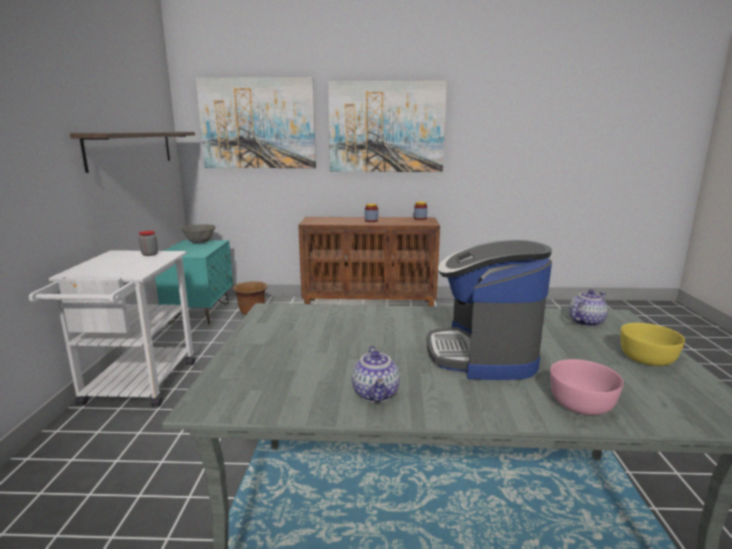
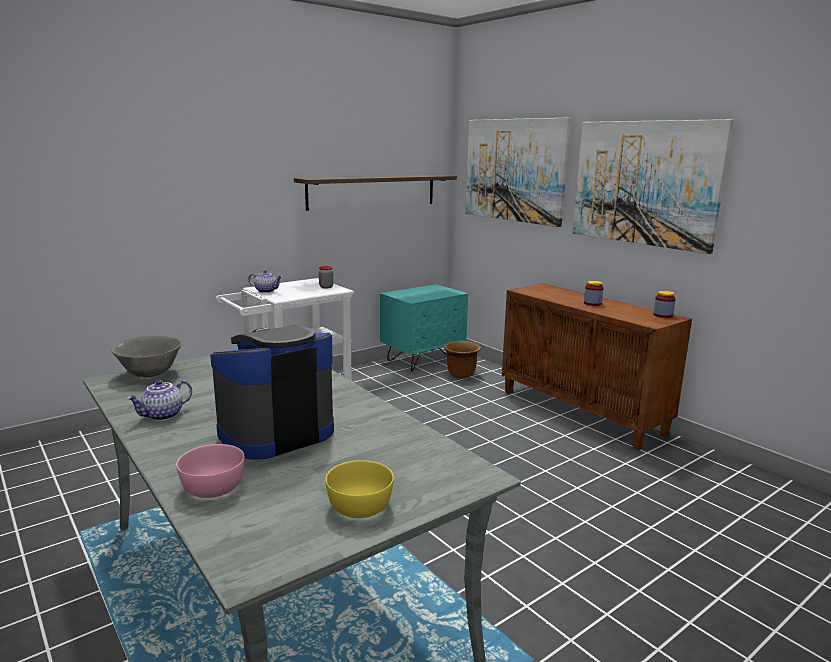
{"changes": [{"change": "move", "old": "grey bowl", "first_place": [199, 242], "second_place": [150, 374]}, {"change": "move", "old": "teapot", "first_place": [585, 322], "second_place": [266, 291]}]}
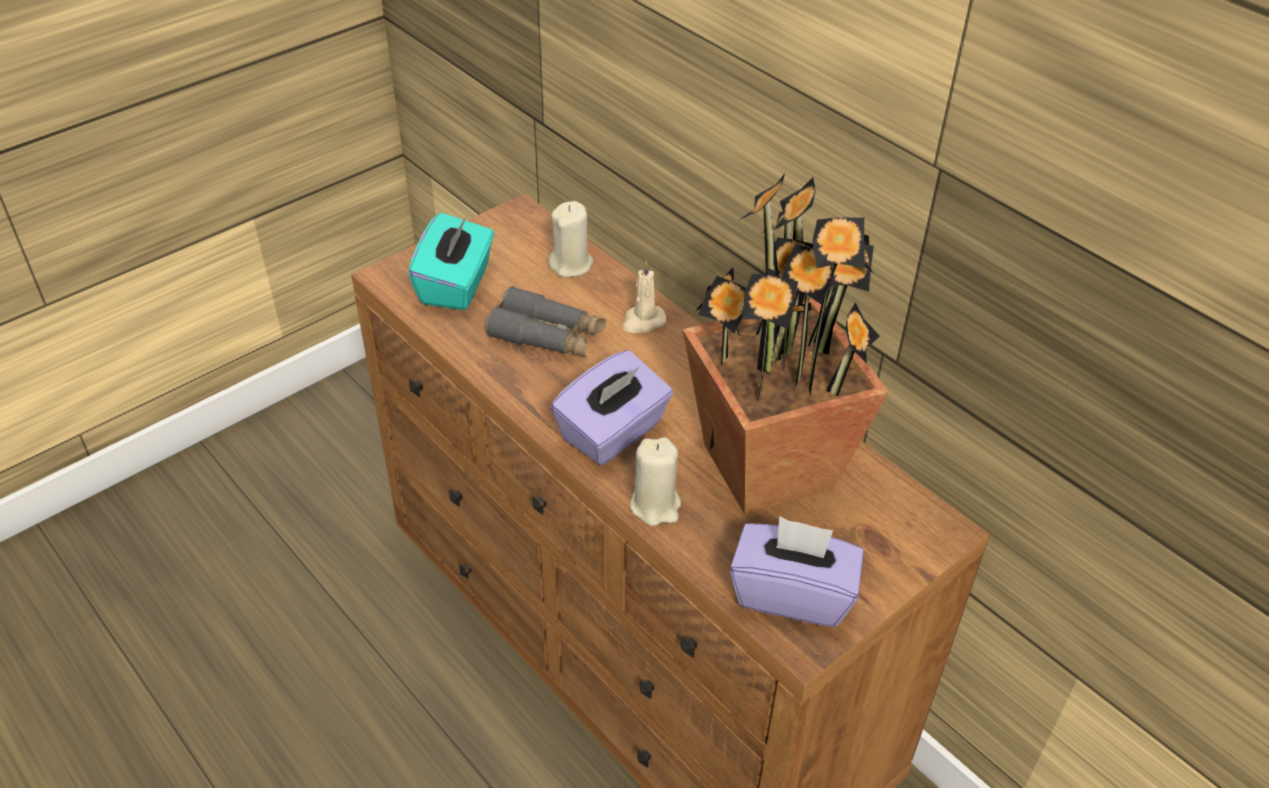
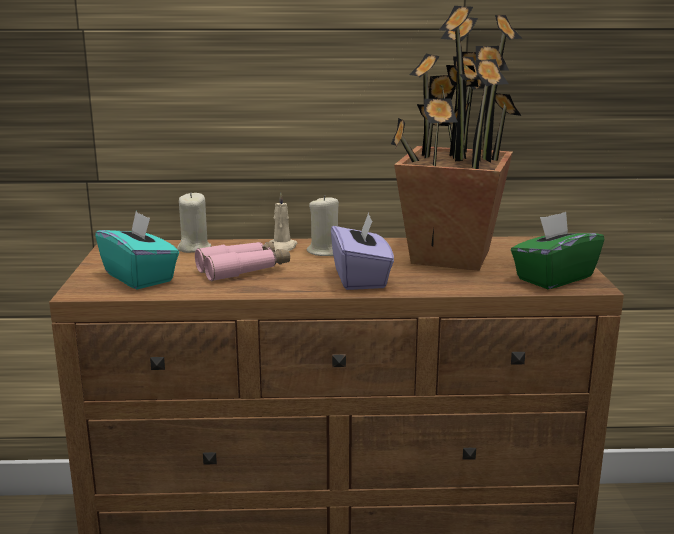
{"changes": [{"change": "recolor", "old": "grey binoculars", "new": "pink binoculars", "first_place": [547, 336], "second_place": [243, 269]}, {"change": "move", "old": "beige candle", "first_place": [655, 506], "second_place": [325, 252]}, {"change": "recolor", "old": "purple tissue box", "new": "green tissue box", "first_place": [792, 593], "second_place": [553, 278]}]}
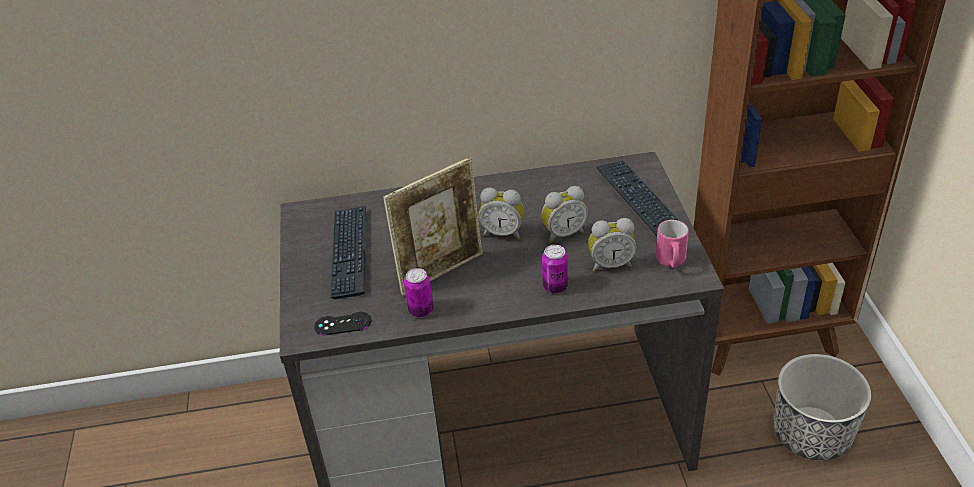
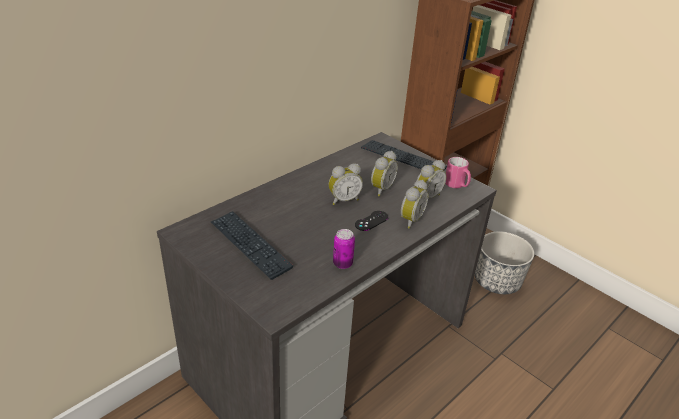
{"changes": [{"change": "move", "old": "black game controller", "first_place": [343, 324], "second_place": [371, 221]}, {"change": "replace", "old": "can", "new": "alarm clock", "first_place": [555, 287], "second_place": [410, 220]}, {"change": "delete", "old": "picture frame", "first_place": [441, 271]}]}
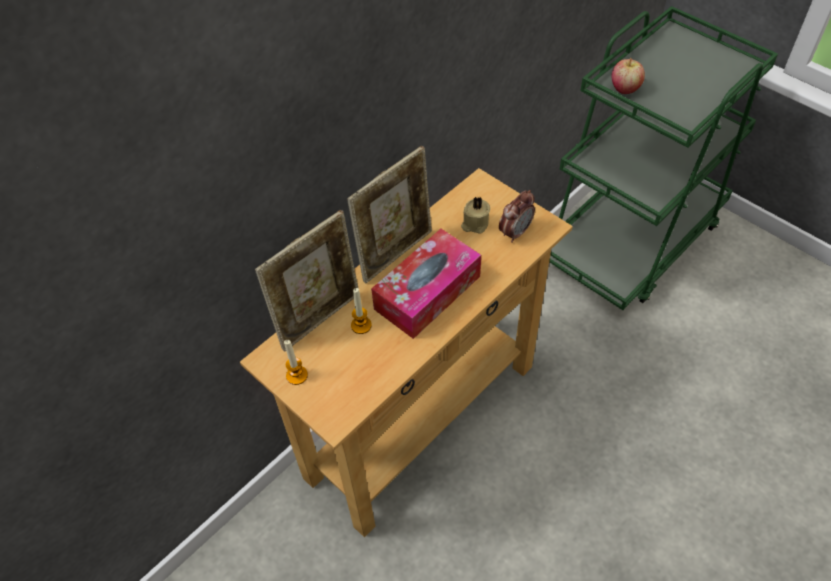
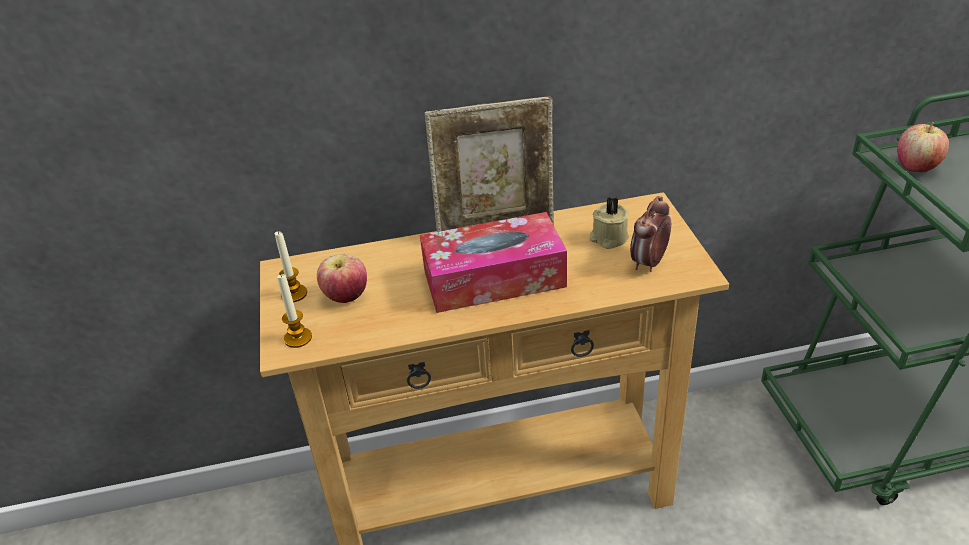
{"changes": [{"change": "move", "old": "candle", "first_place": [361, 325], "second_place": [298, 338]}, {"change": "insert", "new": "apple", "second_place": [346, 297]}, {"change": "rotate", "old": "alarm clock", "first_place": [515, 232], "second_place": [649, 263], "degrees": 135}, {"change": "delete", "old": "picture frame", "first_place": [319, 318]}]}
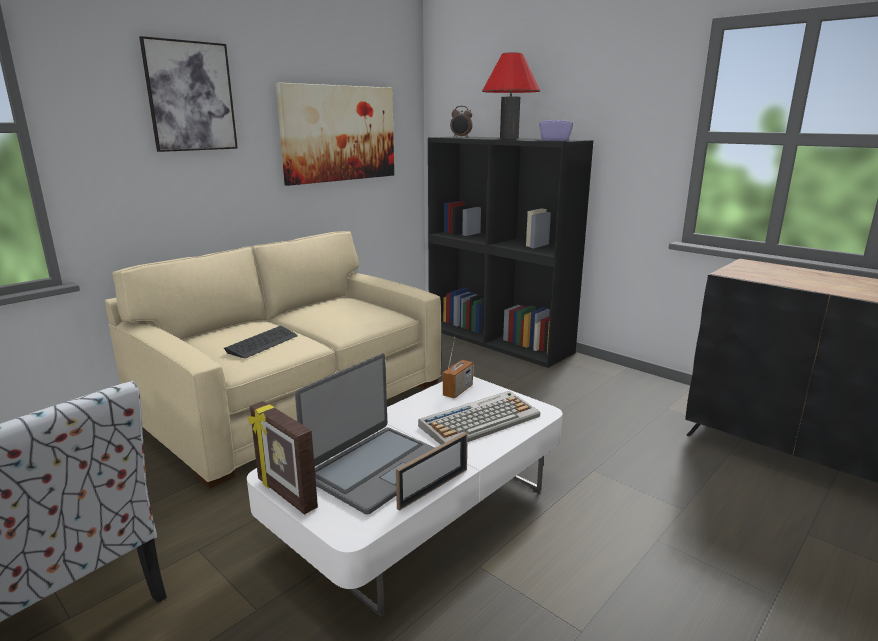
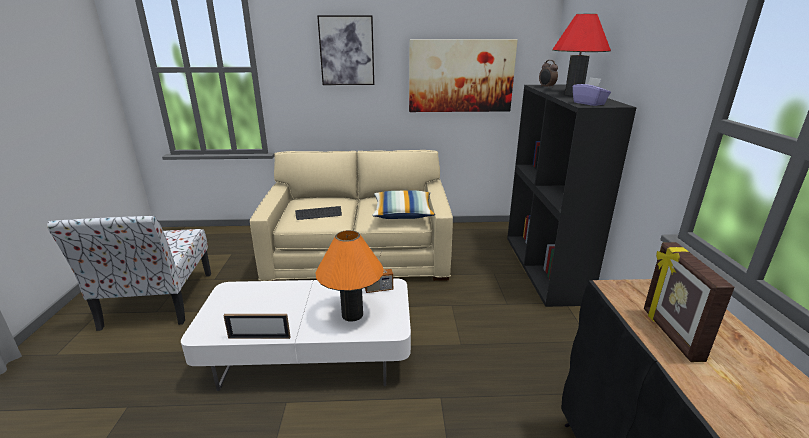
{"changes": [{"change": "replace", "old": "keyboard", "new": "orange table lamp", "first_place": [480, 420], "second_place": [352, 314]}, {"change": "insert", "new": "pillow", "second_place": [403, 213]}, {"change": "move", "old": "picture frame", "first_place": [285, 494], "second_place": [670, 334]}, {"change": "delete", "old": "laptop", "first_place": [376, 468]}]}
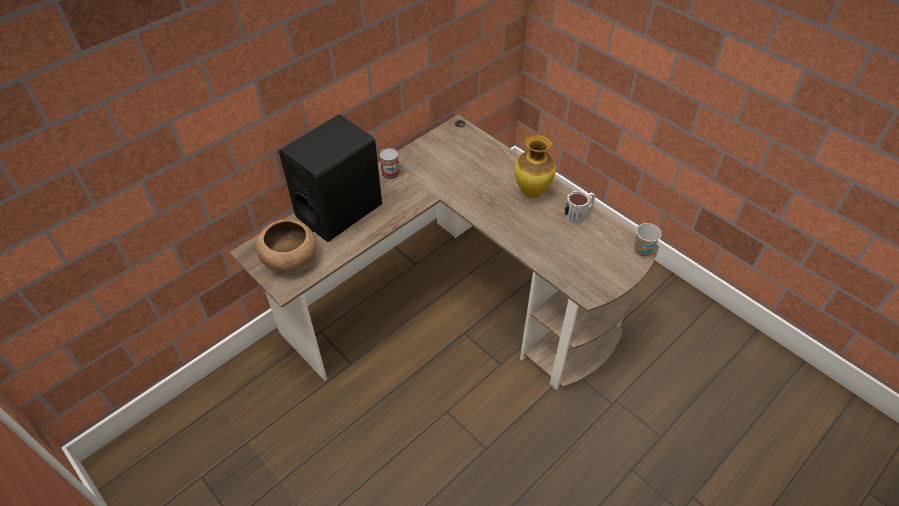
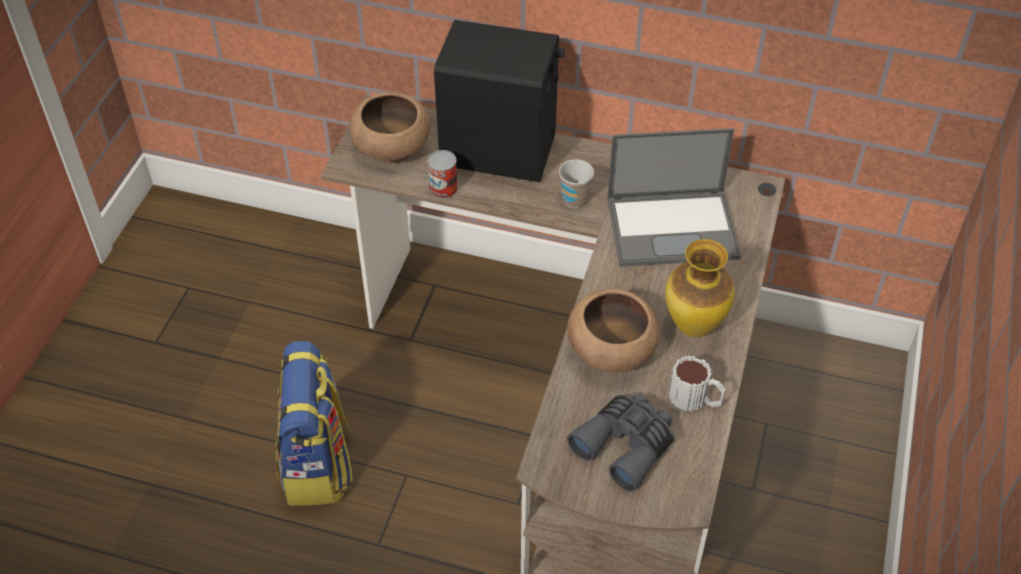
{"changes": [{"change": "insert", "new": "backpack", "second_place": [318, 465]}, {"change": "move", "old": "can", "first_place": [390, 173], "second_place": [443, 188]}, {"change": "move", "old": "cup", "first_place": [642, 250], "second_place": [574, 200]}, {"change": "insert", "new": "brown bowl", "second_place": [612, 350]}, {"change": "insert", "new": "grey binoculars", "second_place": [626, 445]}, {"change": "insert", "new": "laptop", "second_place": [674, 227]}]}
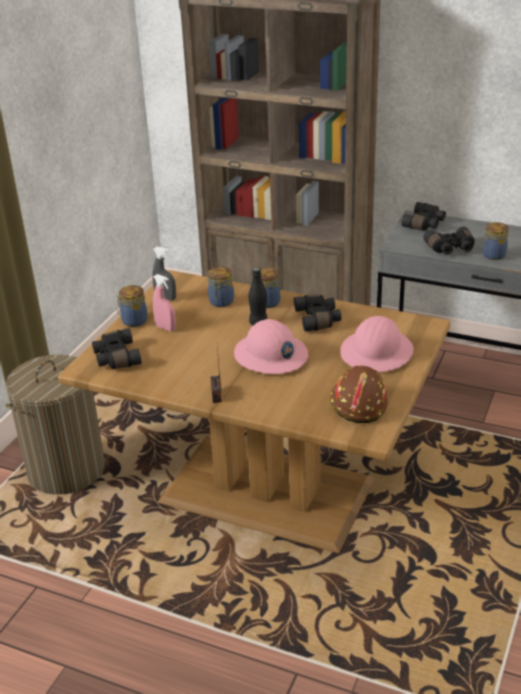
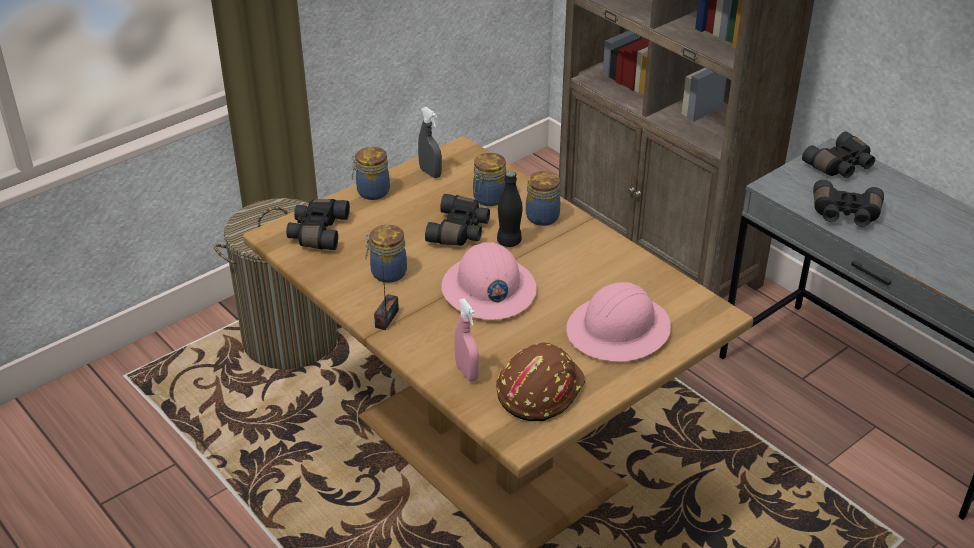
{"changes": [{"change": "move", "old": "jar", "first_place": [492, 255], "second_place": [387, 273]}, {"change": "move", "old": "black binoculars", "first_place": [318, 319], "second_place": [460, 231]}, {"change": "move", "old": "pink spray bottle", "first_place": [165, 328], "second_place": [467, 372]}]}
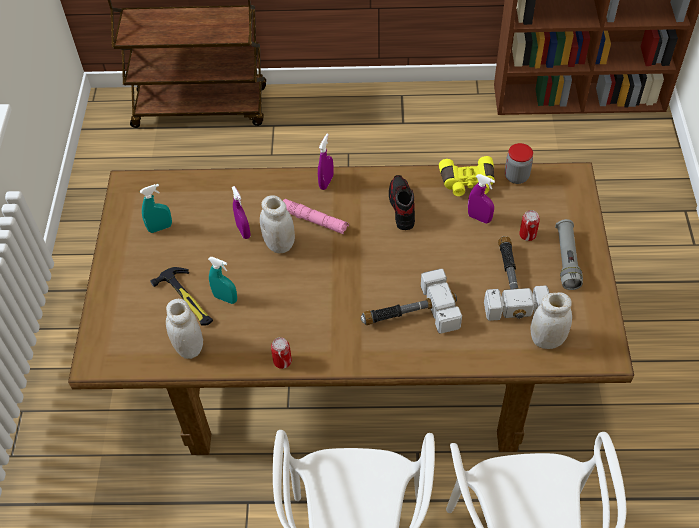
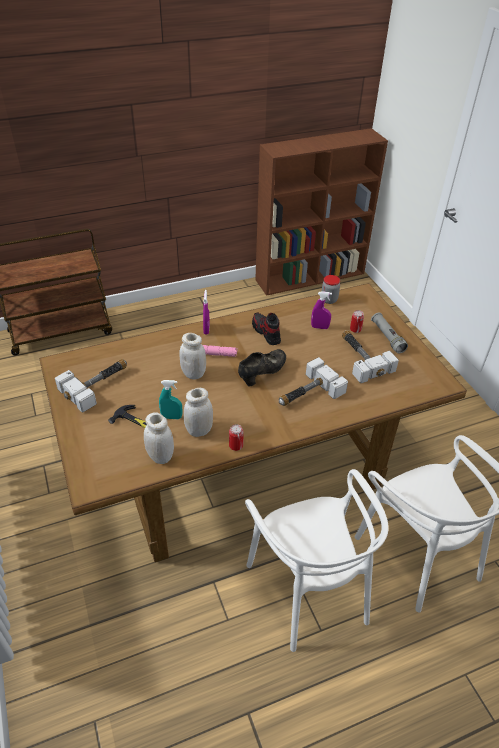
{"changes": [{"change": "replace", "old": "turquoise spray bottle", "new": "hammer", "first_place": [160, 228], "second_place": [97, 385]}, {"change": "move", "old": "white jar", "first_place": [547, 340], "second_place": [199, 430]}, {"change": "insert", "new": "black shoe", "second_place": [262, 373]}, {"change": "delete", "old": "purple spray bottle", "first_place": [243, 231]}, {"change": "delete", "old": "yellow binoculars", "first_place": [467, 183]}]}
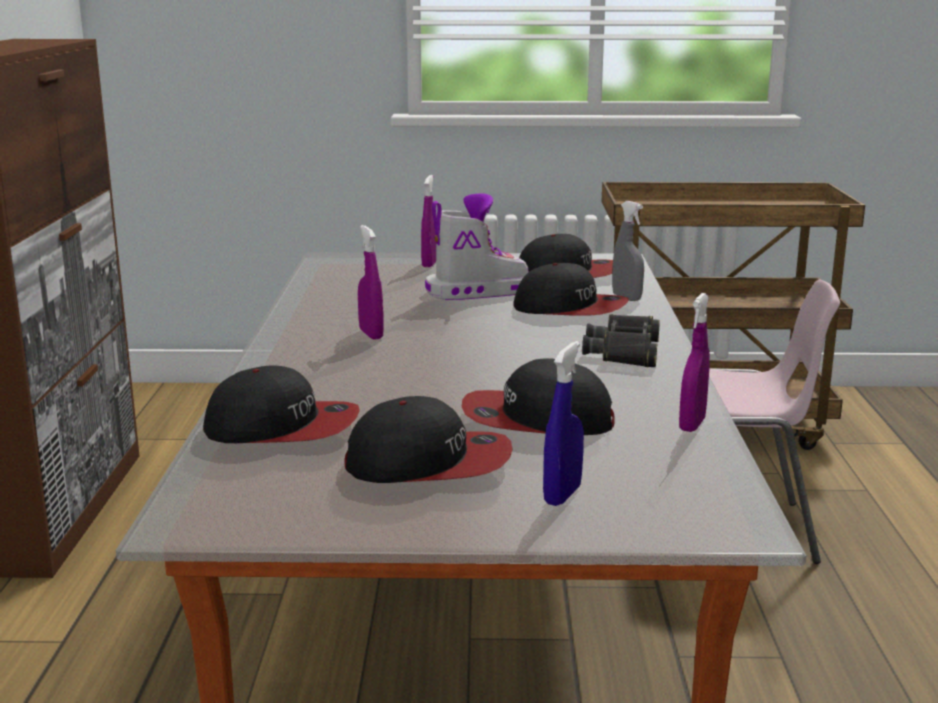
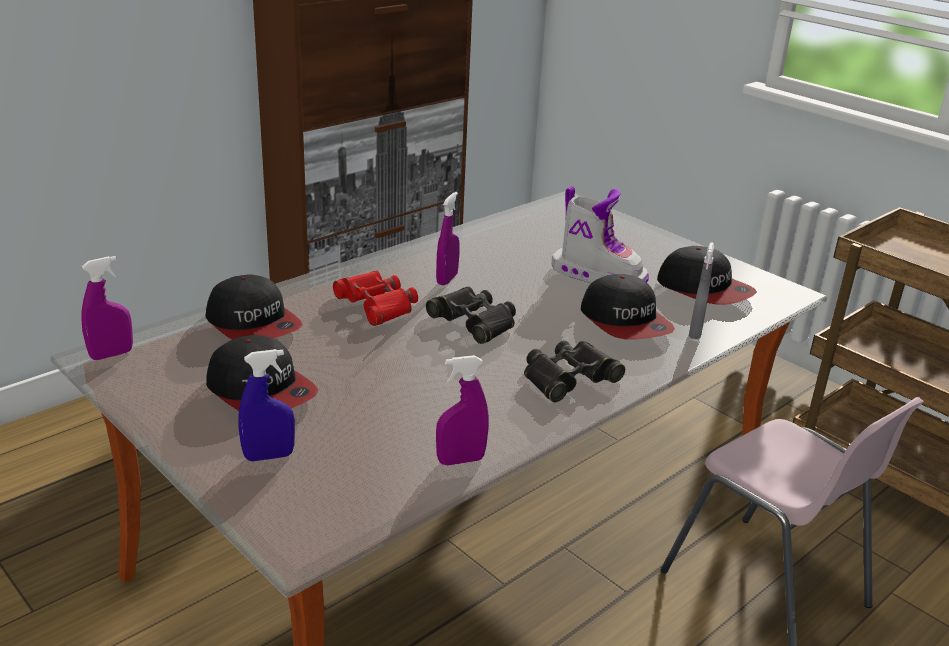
{"changes": [{"change": "move", "old": "purple spray bottle", "first_place": [429, 264], "second_place": [111, 354]}, {"change": "insert", "new": "red binoculars", "second_place": [376, 305]}, {"change": "insert", "new": "black binoculars", "second_place": [473, 322]}, {"change": "delete", "old": "cap", "first_place": [536, 419]}]}
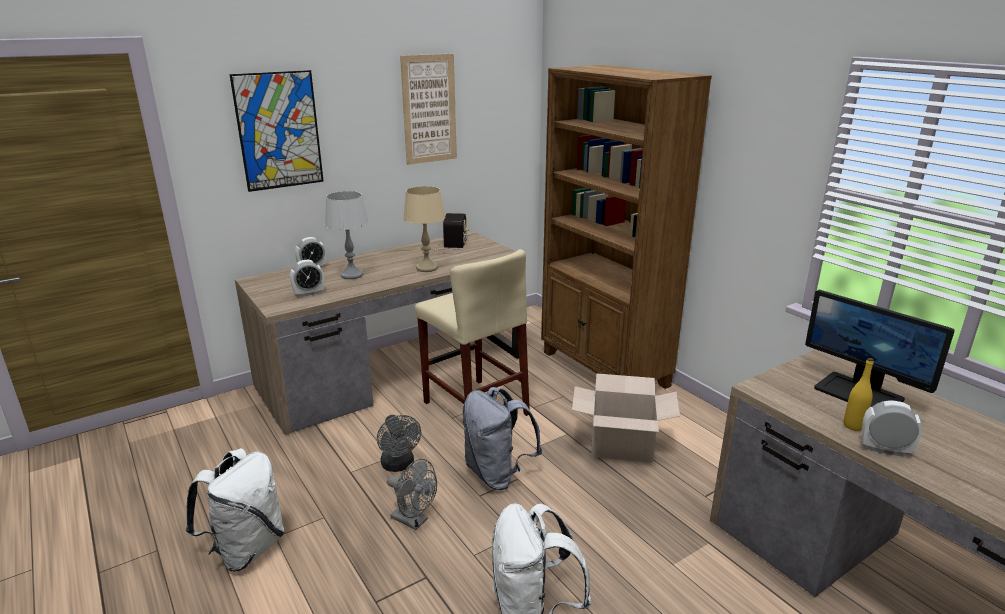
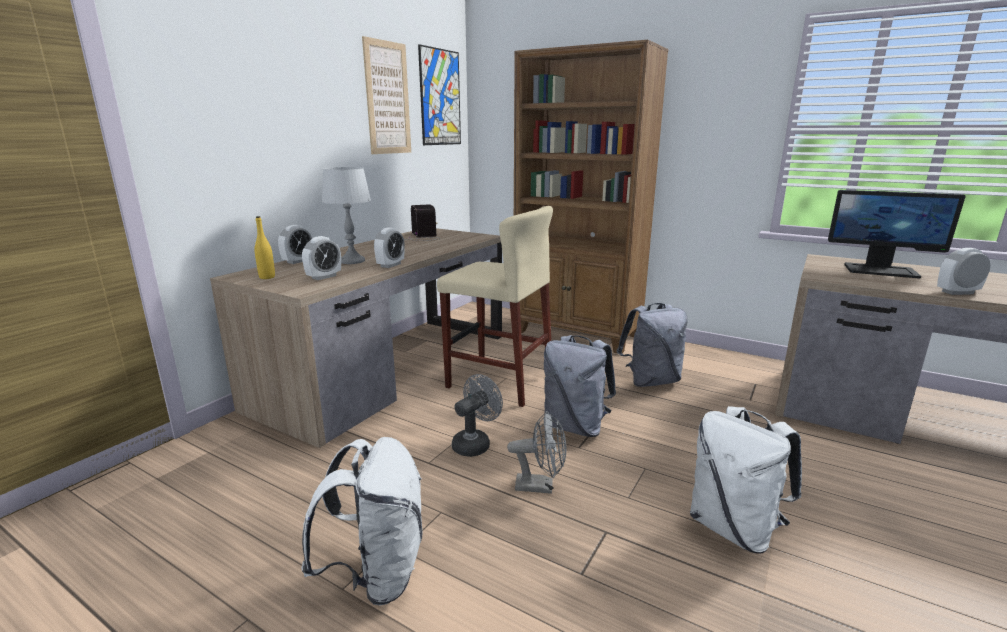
{"changes": [{"change": "move", "old": "yellow bottle", "first_place": [853, 426], "second_place": [267, 277]}, {"change": "insert", "new": "alarm clock", "second_place": [390, 265]}, {"change": "move", "old": "picture", "first_place": [279, 131], "second_place": [440, 98]}, {"change": "rotate", "old": "grey fan", "first_place": [399, 465], "second_place": [475, 443], "degrees": -90}, {"change": "replace", "old": "cardboard box", "new": "grey backpack", "first_place": [621, 445], "second_place": [651, 381]}, {"change": "delete", "old": "beige table lamp", "first_place": [427, 268]}]}
